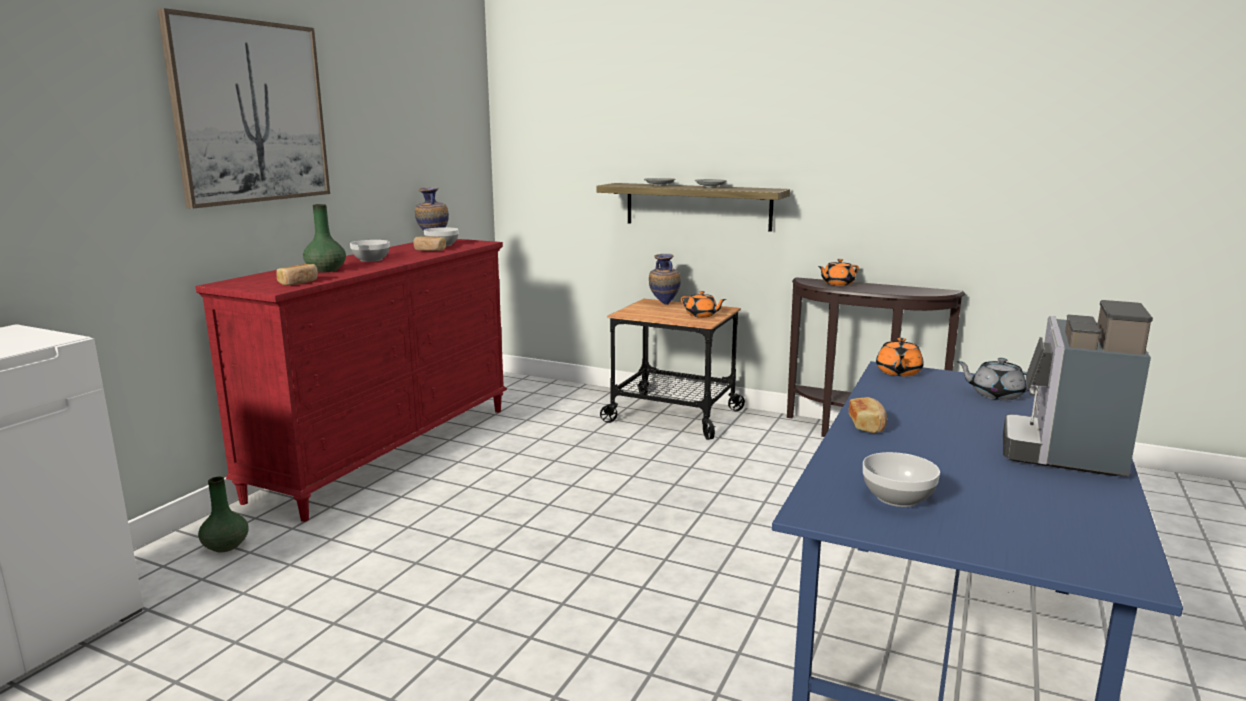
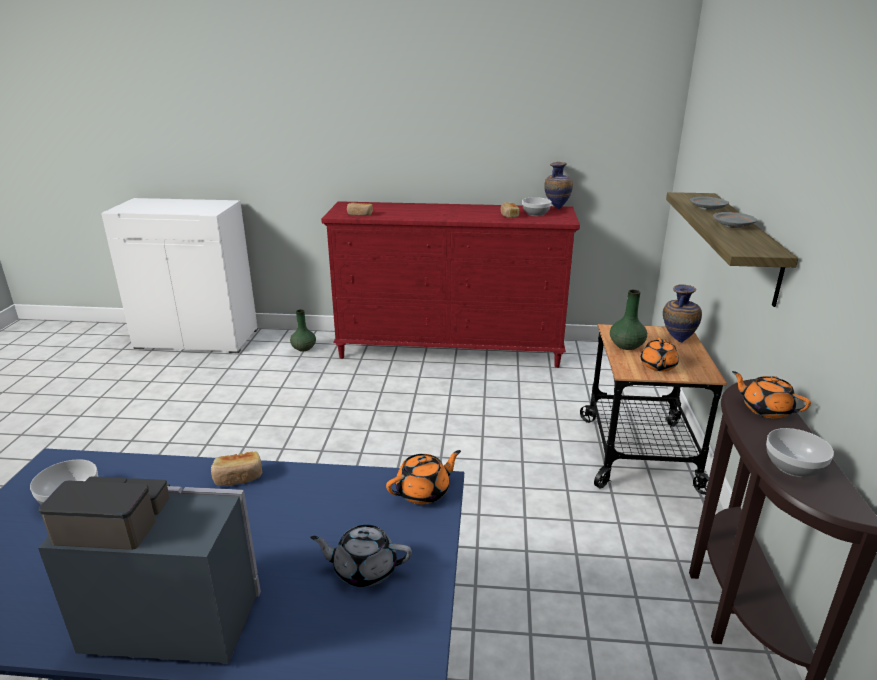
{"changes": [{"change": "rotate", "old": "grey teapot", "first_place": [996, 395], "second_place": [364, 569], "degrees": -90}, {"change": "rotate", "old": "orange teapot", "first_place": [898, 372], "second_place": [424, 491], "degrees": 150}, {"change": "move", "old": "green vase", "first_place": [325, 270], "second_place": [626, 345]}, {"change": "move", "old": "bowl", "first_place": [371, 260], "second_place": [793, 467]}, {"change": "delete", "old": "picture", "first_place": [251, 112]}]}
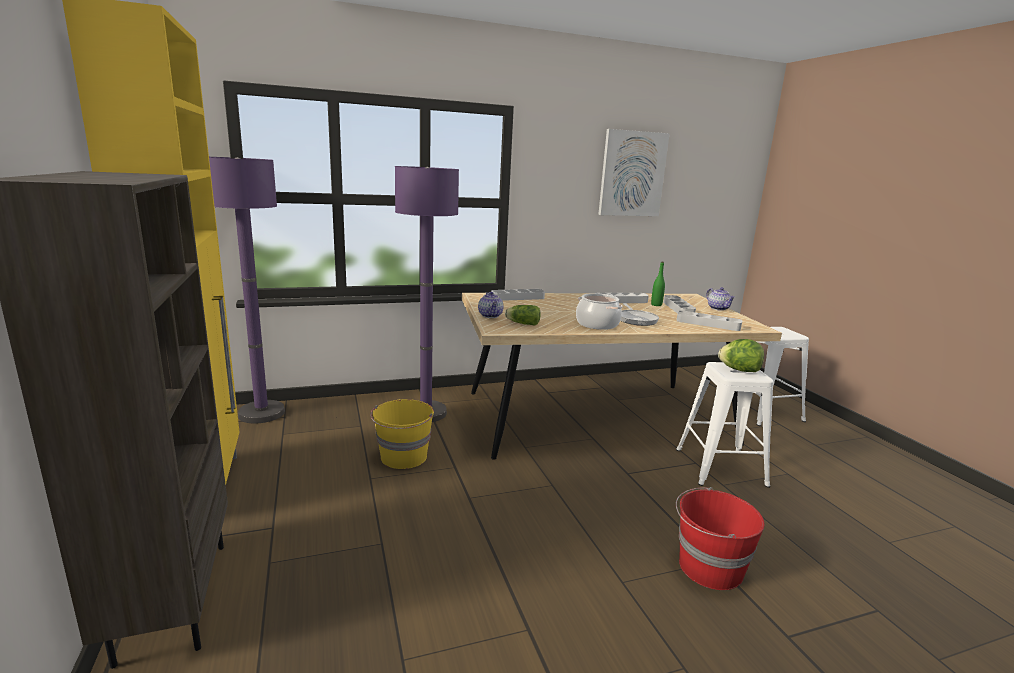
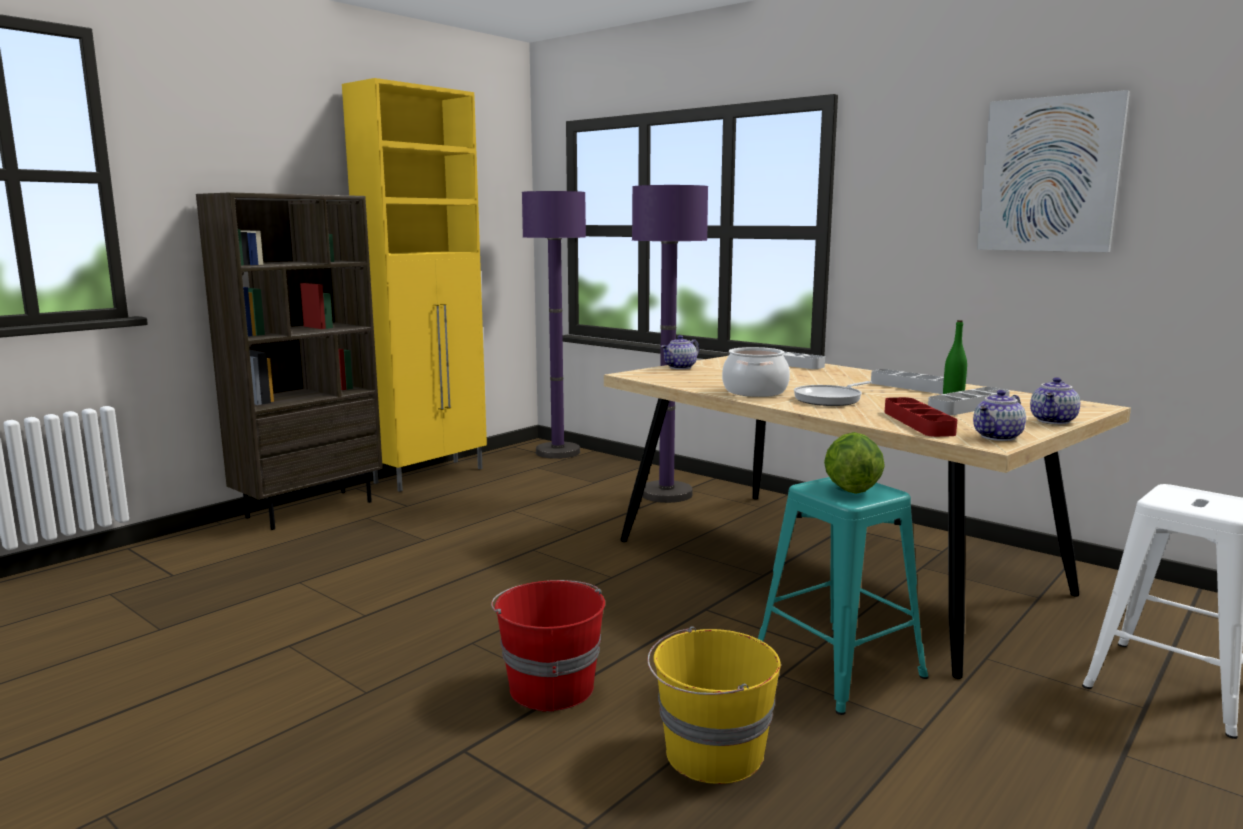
{"changes": [{"change": "move", "old": "yellow bucket", "first_place": [403, 457], "second_place": [712, 754]}, {"change": "recolor", "old": "white stool", "new": "turquoise stool", "first_place": [719, 467], "second_place": [835, 667]}, {"change": "recolor", "old": "grey tray", "new": "red tray", "first_place": [708, 324], "second_place": [918, 423]}, {"change": "insert", "new": "teapot", "second_place": [998, 437]}, {"change": "delete", "old": "lettuce", "first_place": [522, 323]}]}
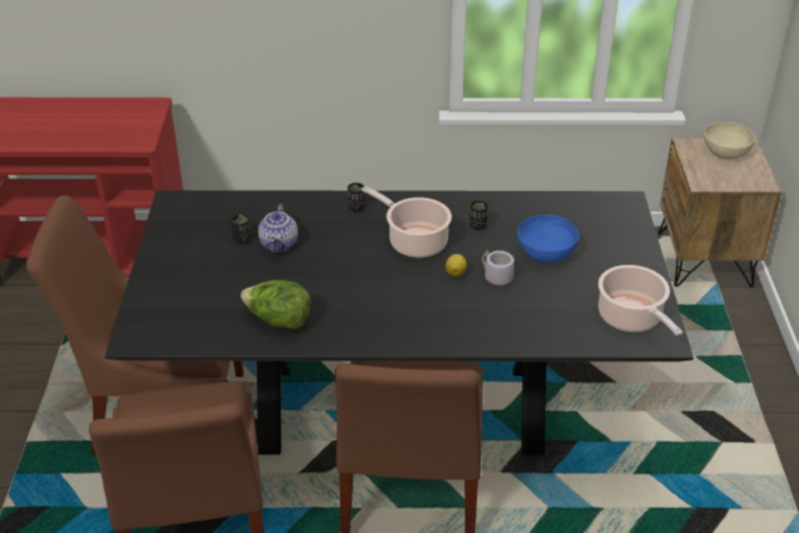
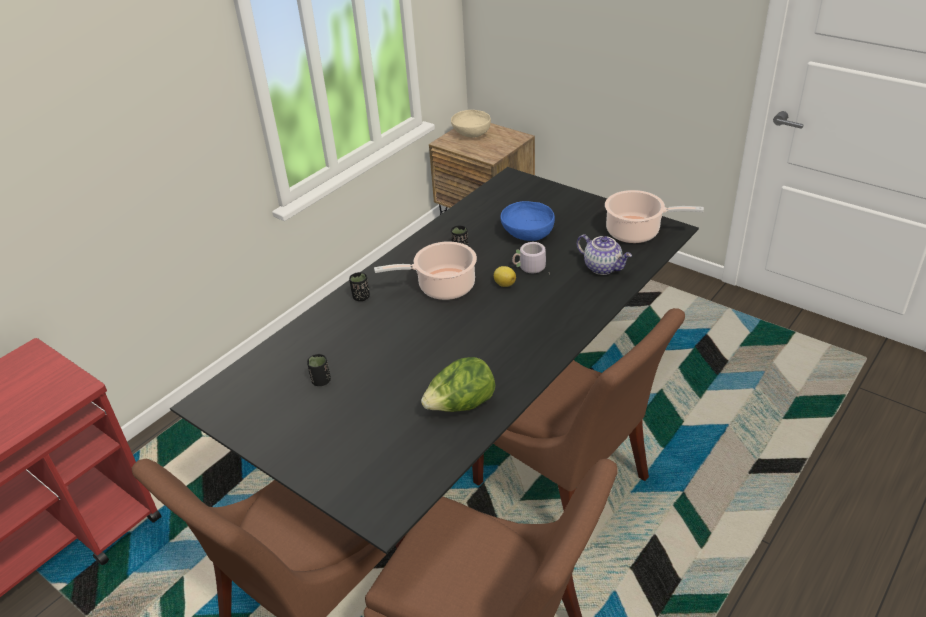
{"changes": [{"change": "move", "old": "teapot", "first_place": [280, 245], "second_place": [603, 267]}]}
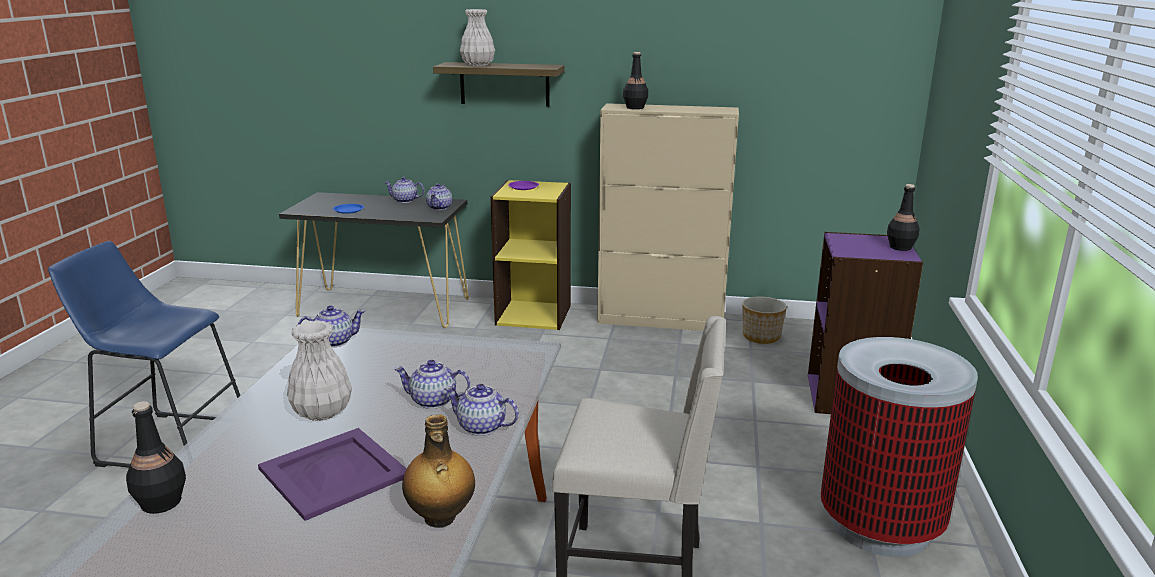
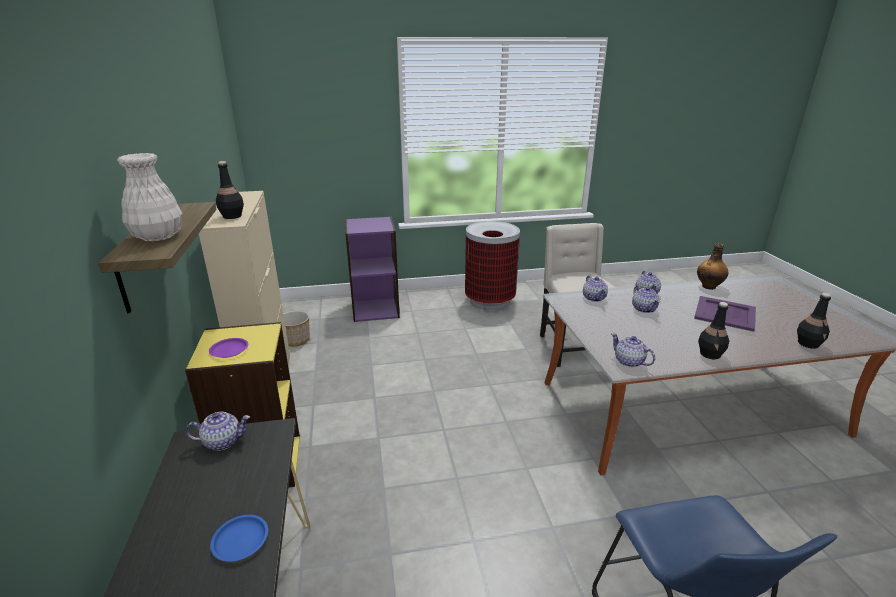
{"changes": [{"change": "move", "old": "teapot", "first_place": [405, 200], "second_place": [594, 298]}, {"change": "move", "old": "black bottle", "first_place": [900, 247], "second_place": [710, 354]}, {"change": "delete", "old": "white vase", "first_place": [321, 412]}]}
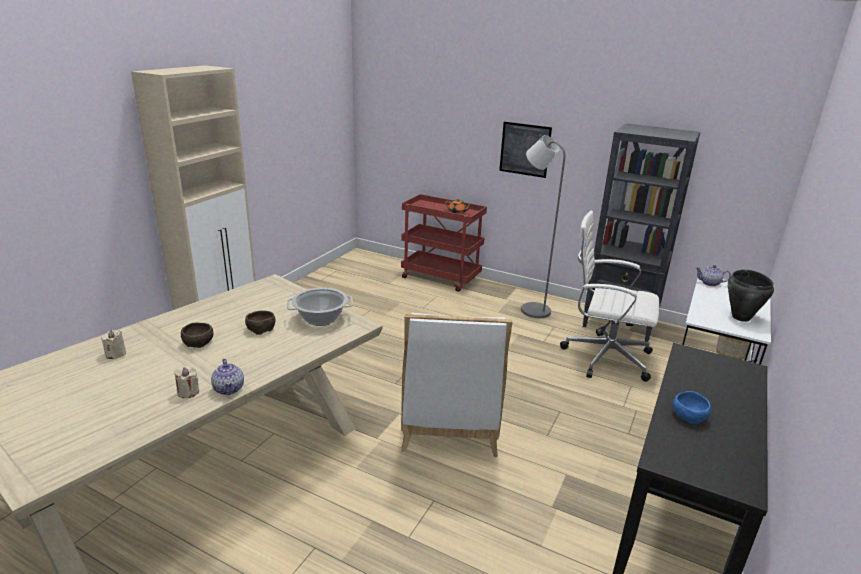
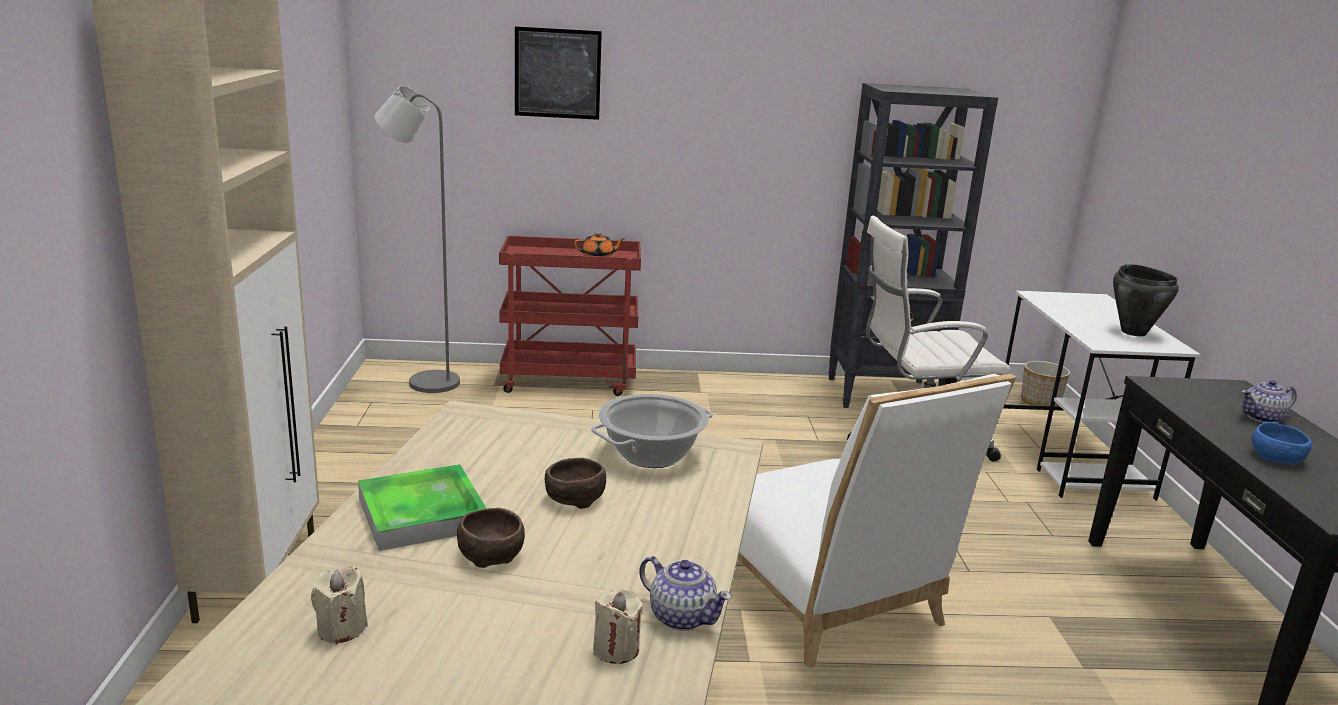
{"changes": [{"change": "insert", "new": "tray", "second_place": [422, 514]}, {"change": "move", "old": "grey floor lamp", "first_place": [530, 309], "second_place": [425, 382]}, {"change": "move", "old": "picture", "first_place": [525, 149], "second_place": [557, 73]}, {"change": "move", "old": "teapot", "first_place": [710, 283], "second_place": [1263, 418]}]}
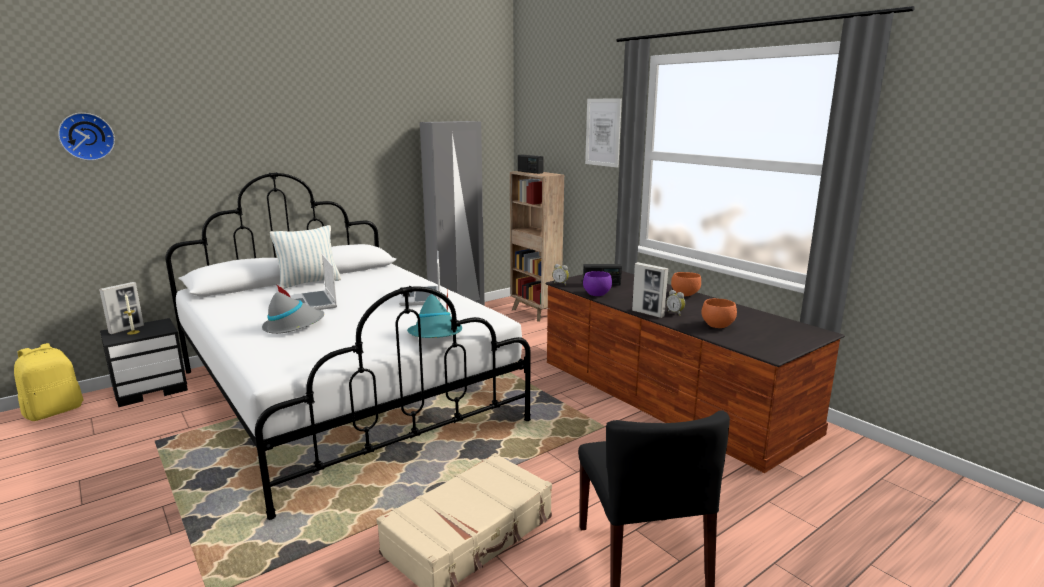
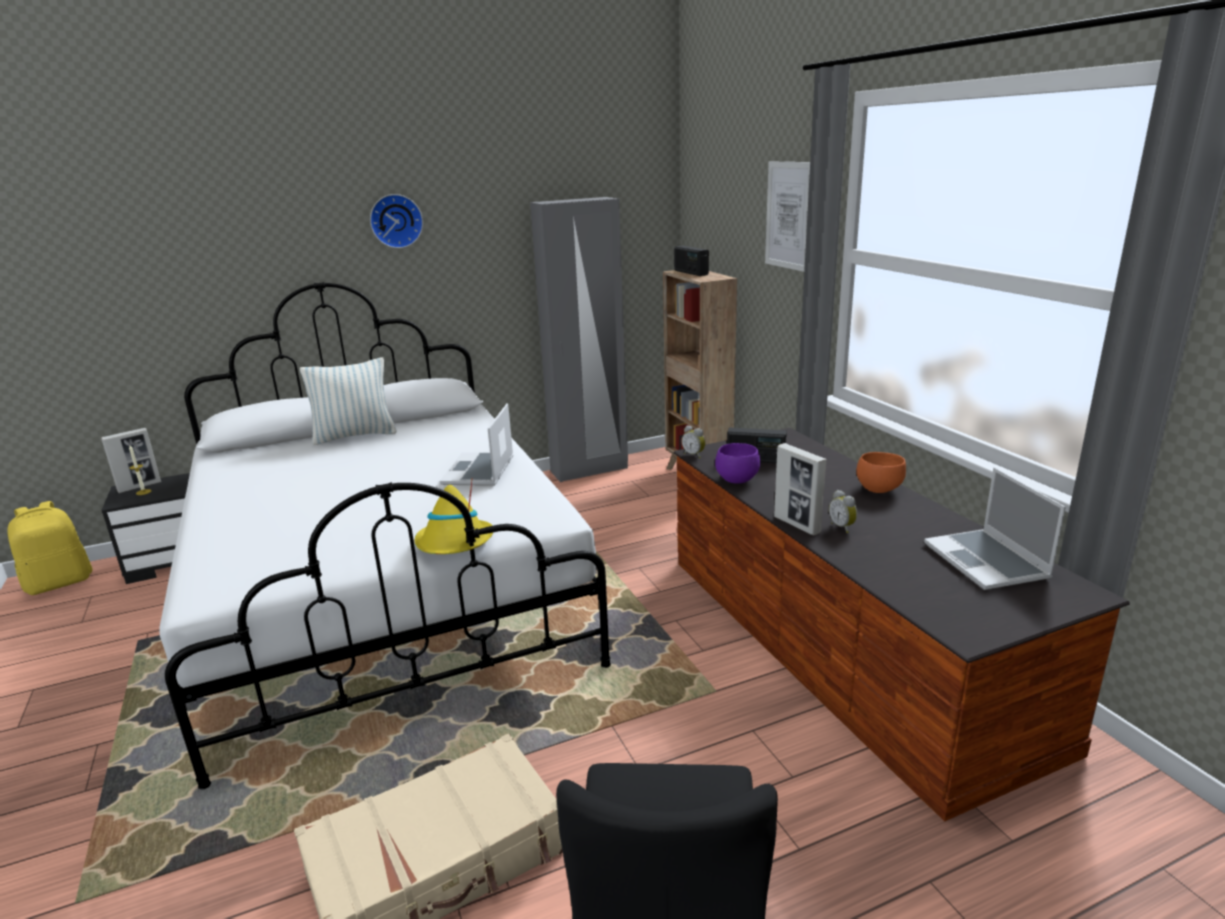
{"changes": [{"change": "move", "old": "wall clock", "first_place": [86, 136], "second_place": [396, 221]}, {"change": "recolor", "old": "turquoise hat", "new": "yellow hat", "first_place": [436, 334], "second_place": [455, 543]}, {"change": "move", "old": "laptop", "first_place": [313, 303], "second_place": [987, 562]}, {"change": "delete", "old": "grey hat", "first_place": [293, 325]}, {"change": "delete", "old": "orange bowl", "first_place": [716, 326]}]}
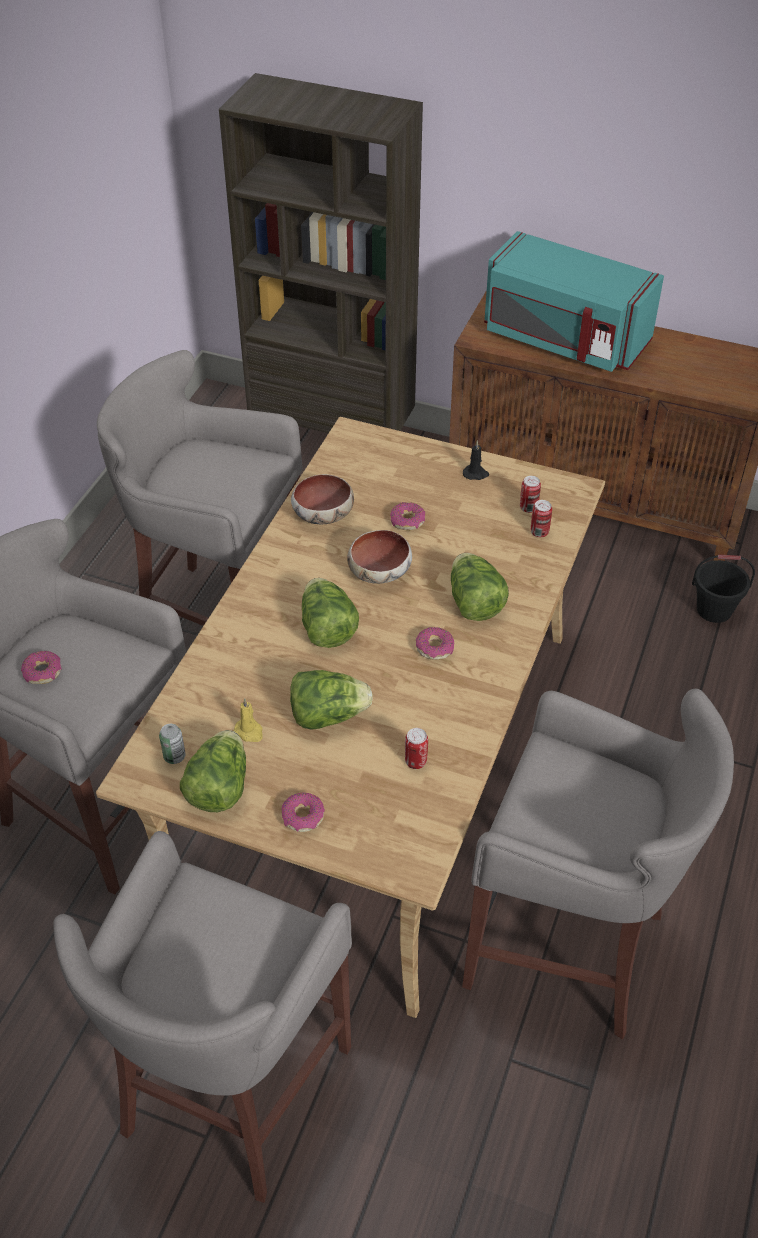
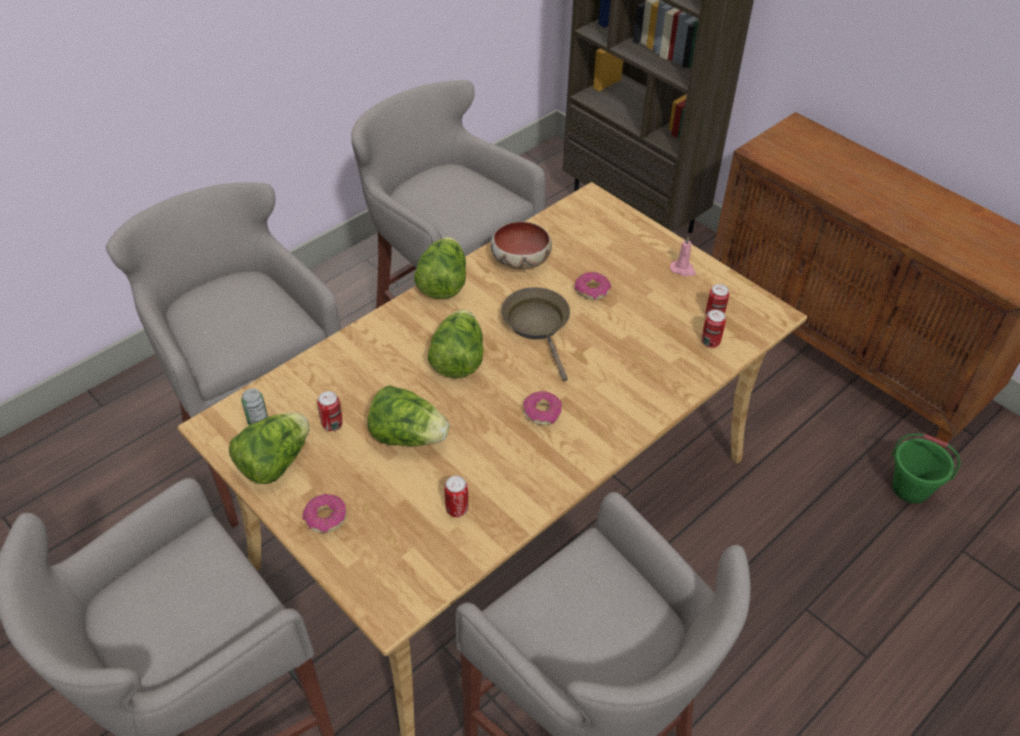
{"changes": [{"change": "replace", "old": "yellow candle", "new": "can", "first_place": [249, 732], "second_place": [332, 424]}, {"change": "move", "old": "lettuce", "first_place": [474, 603], "second_place": [443, 284]}, {"change": "replace", "old": "bowl", "new": "brown frying pan", "first_place": [379, 571], "second_place": [538, 326]}, {"change": "recolor", "old": "black candle", "new": "pink candle", "first_place": [476, 474], "second_place": [683, 269]}, {"change": "recolor", "old": "black bucket", "new": "green bucket", "first_place": [714, 610], "second_place": [910, 489]}, {"change": "delete", "old": "donut", "first_place": [43, 672]}, {"change": "delete", "old": "turquoise microwave", "first_place": [563, 339]}]}
